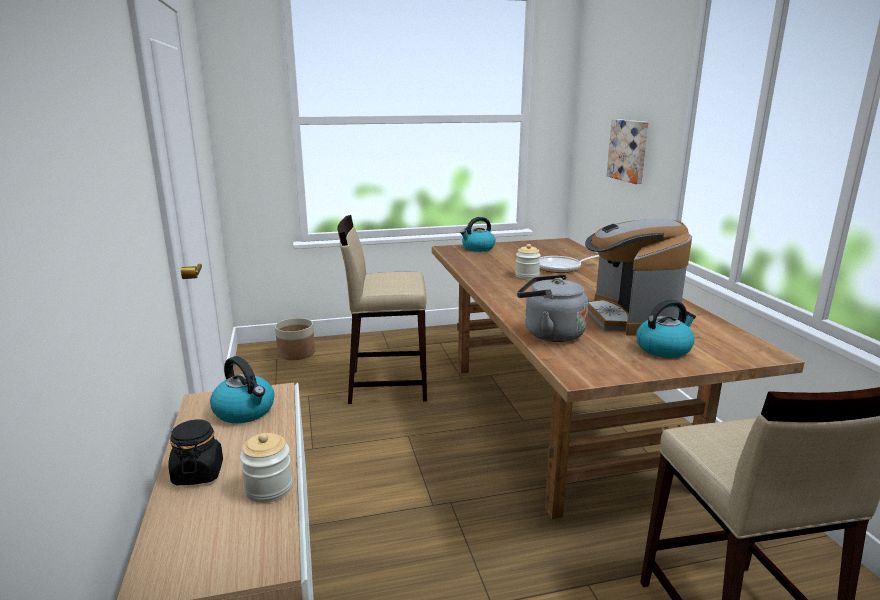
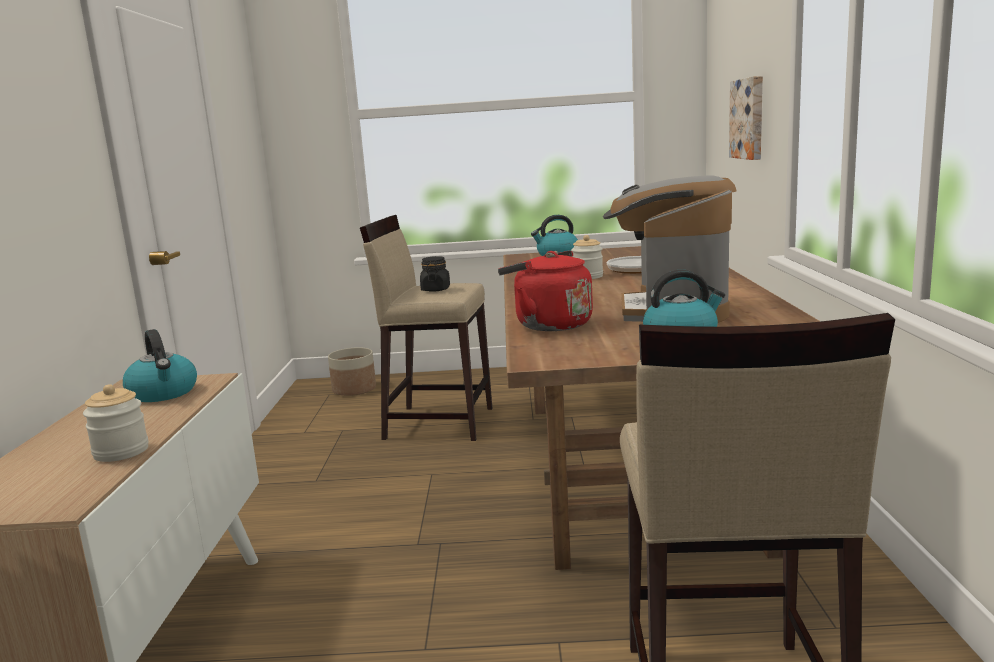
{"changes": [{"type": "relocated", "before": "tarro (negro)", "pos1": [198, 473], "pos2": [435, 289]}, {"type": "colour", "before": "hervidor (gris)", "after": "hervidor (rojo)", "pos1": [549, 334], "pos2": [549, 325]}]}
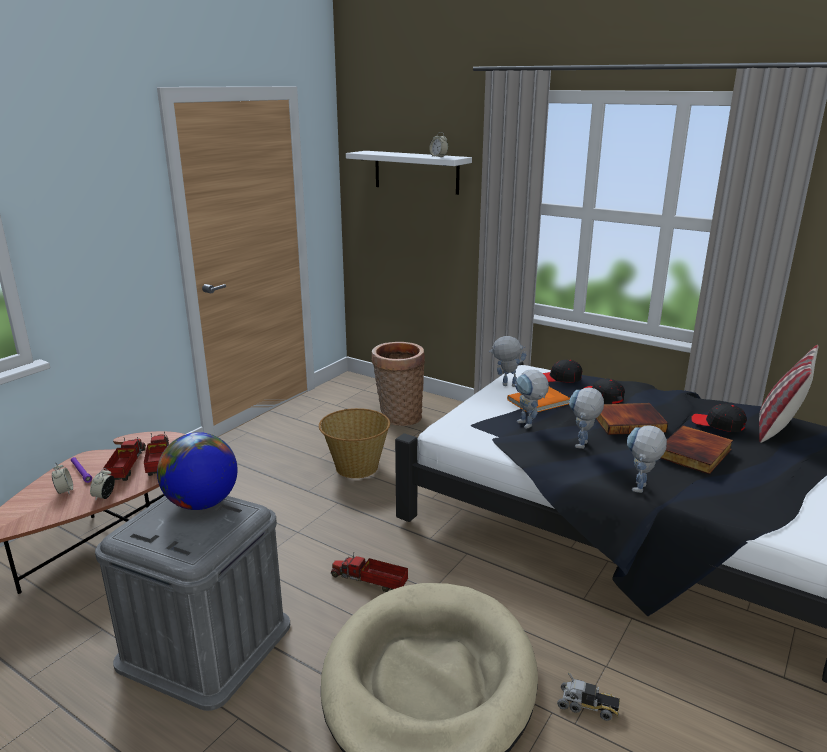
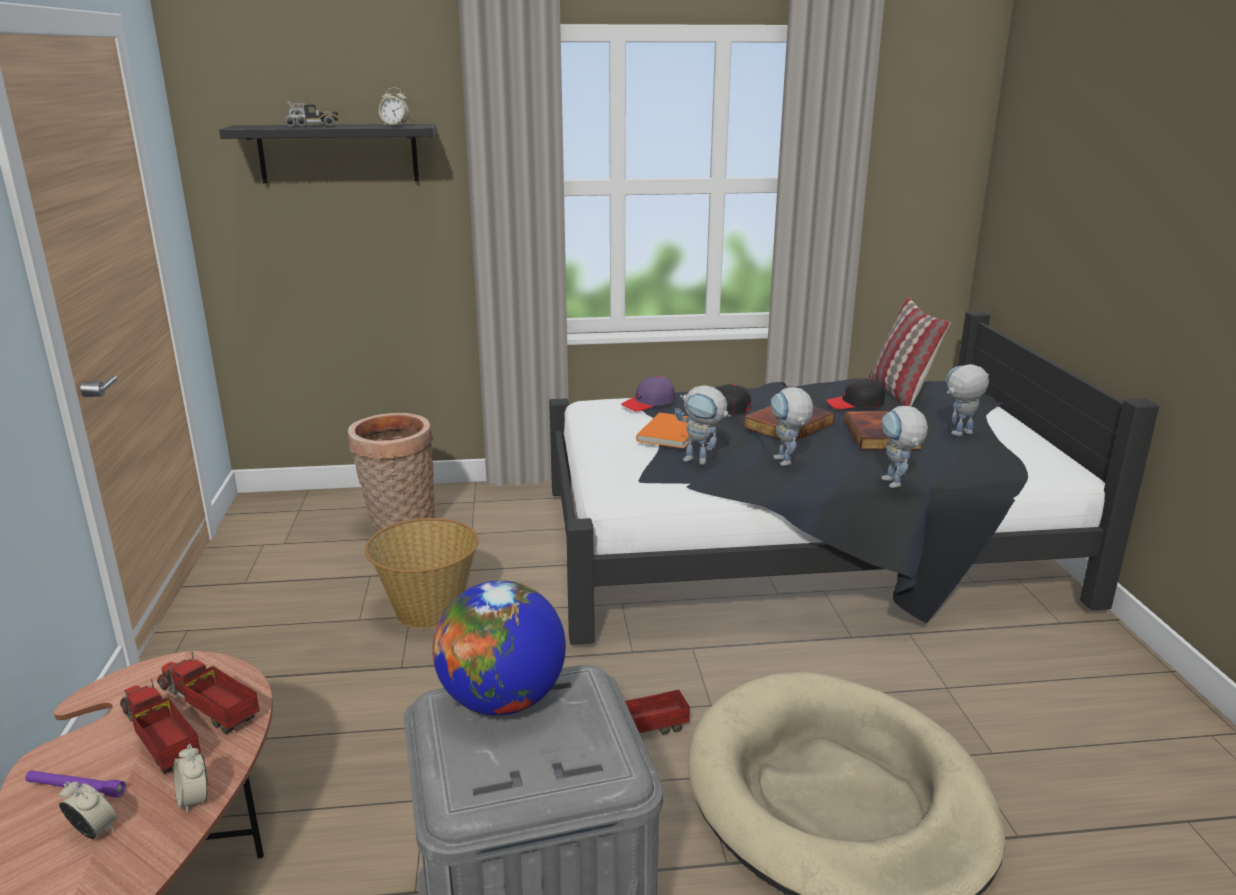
{"changes": [{"type": "colour", "before": "estante (blanco)", "after": "estante (negro)", "pos1": [416, 172], "pos2": [338, 153]}, {"type": "relocated", "before": "robot de juguete", "pos1": [505, 385], "pos2": [959, 435]}, {"type": "colour", "before": "gorra (negro)", "after": "gorra (morado)", "pos1": [559, 378], "pos2": [648, 403]}, {"type": "relocated", "before": "camión de juguete", "pos1": [588, 706], "pos2": [312, 126]}]}
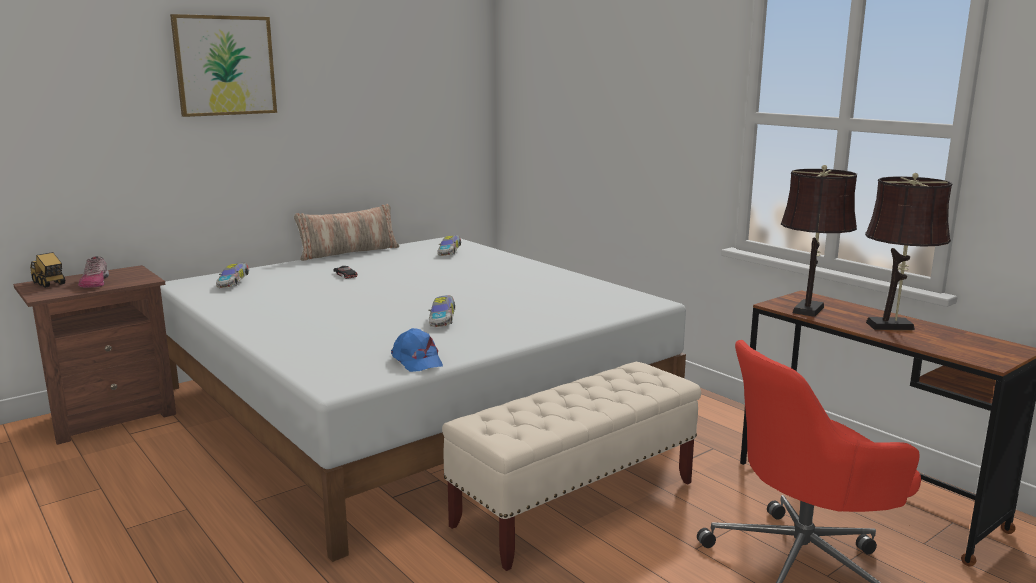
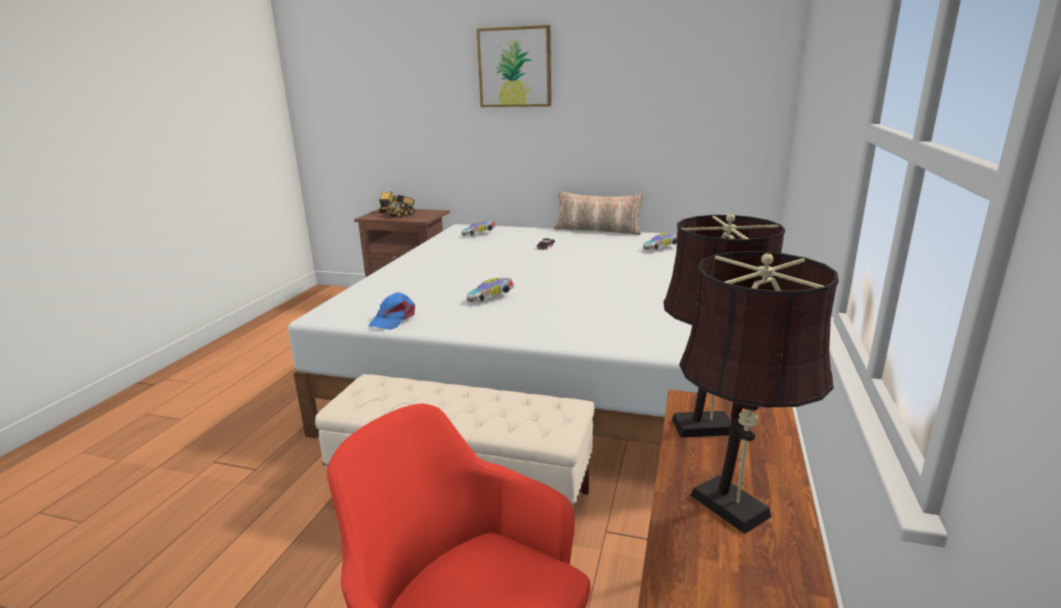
{"changes": [{"type": "exchanged", "before": "zapato", "after": "camión de juguete", "pos1": [95, 282], "pos2": [402, 215]}]}
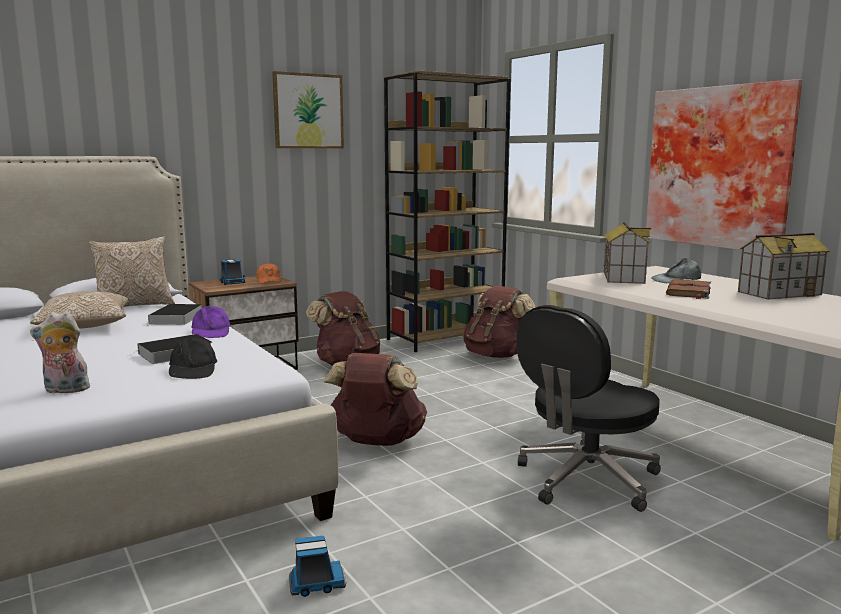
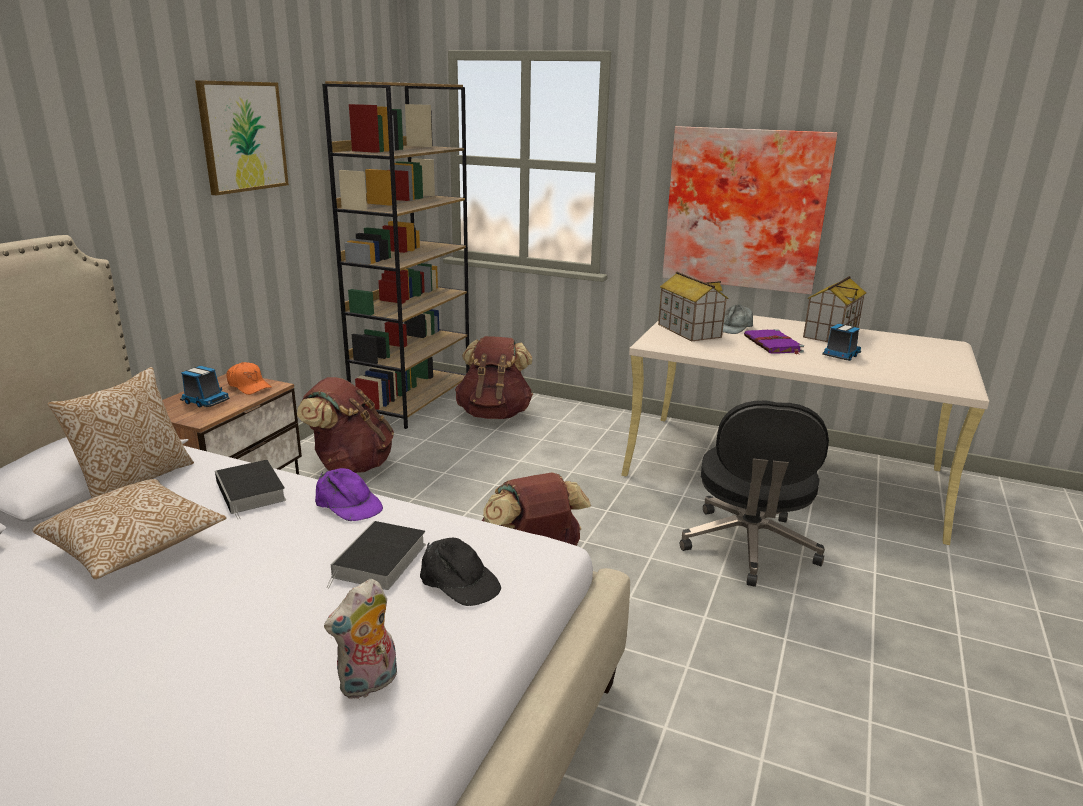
{"changes": [{"type": "relocated", "before": "camión de juguete", "pos1": [316, 584], "pos2": [841, 355]}, {"type": "colour", "before": "libro (marrón)", "after": "libro (morado)", "pos1": [688, 292], "pos2": [773, 344]}]}
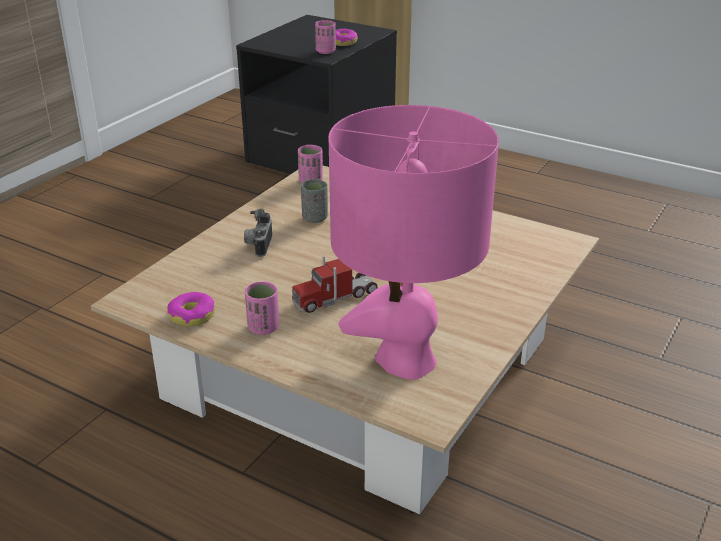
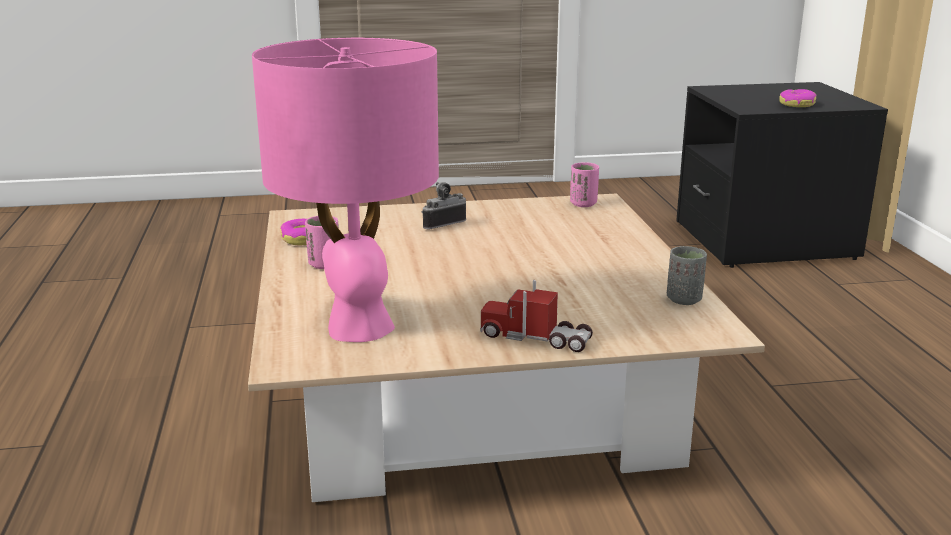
{"changes": [{"type": "relocated", "before": "camión de juguete", "pos1": [335, 297], "pos2": [535, 338]}, {"type": "relocated", "before": "taza (gris)", "pos1": [315, 218], "pos2": [684, 299]}, {"type": "missing", "before": "taza (rosa)", "pos1": [325, 51]}]}
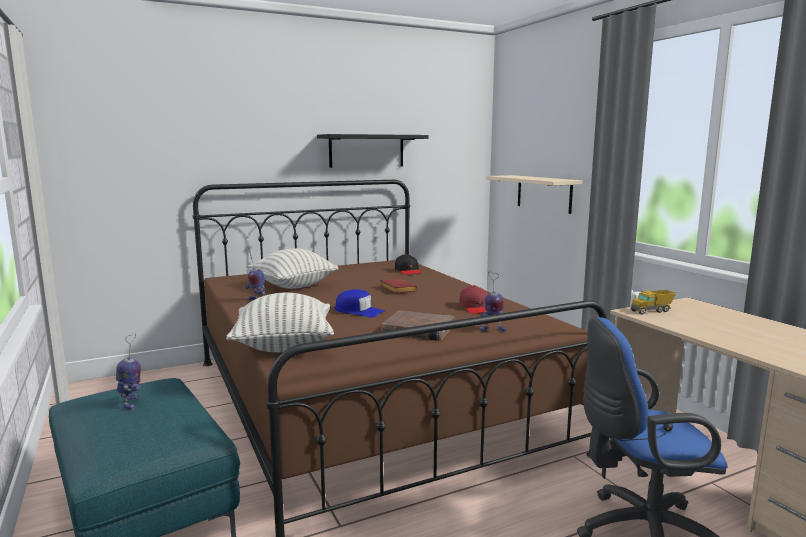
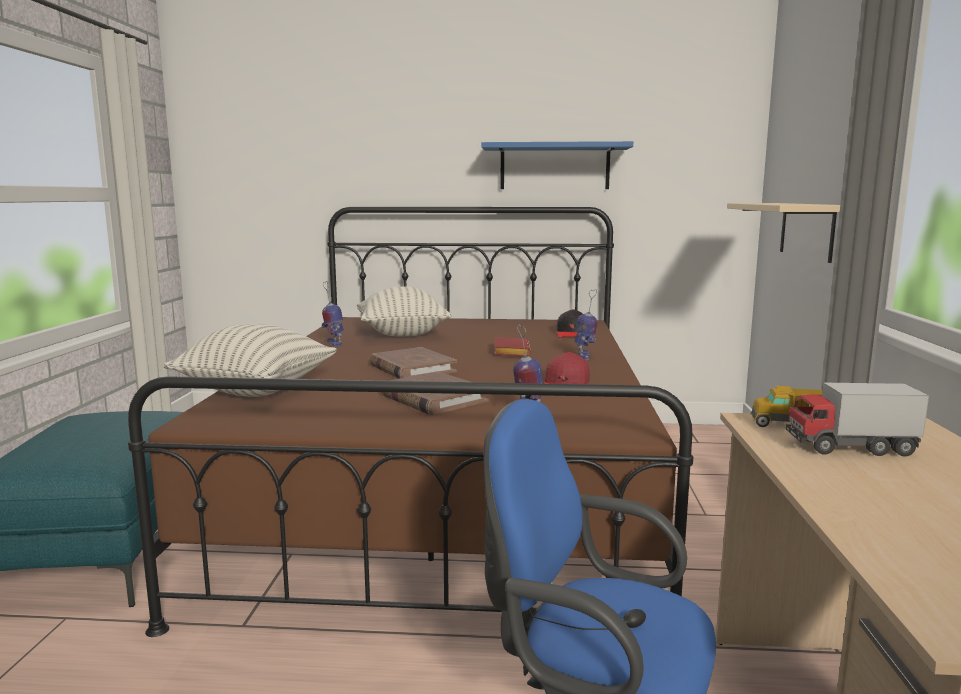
{"changes": [{"type": "relocated", "before": "robot de juguete", "pos1": [131, 403], "pos2": [585, 356]}, {"type": "colour", "before": "estante (negro)", "after": "estante (azul)", "pos1": [366, 151], "pos2": [554, 167]}, {"type": "exchanged", "before": "gorra (azul)", "after": "libro (marrón)", "pos1": [359, 311], "pos2": [412, 368]}, {"type": "appeared", "after": "camión de juguete", "pos2": [850, 447]}]}
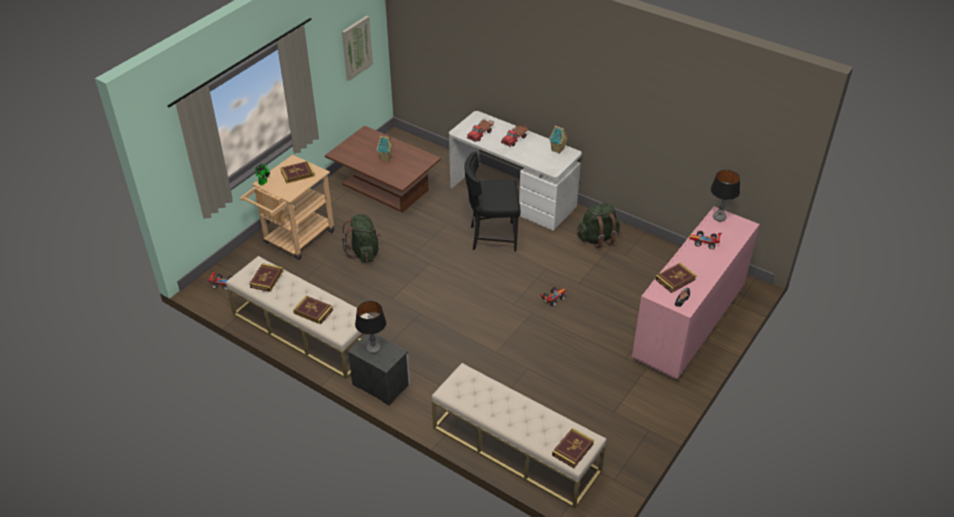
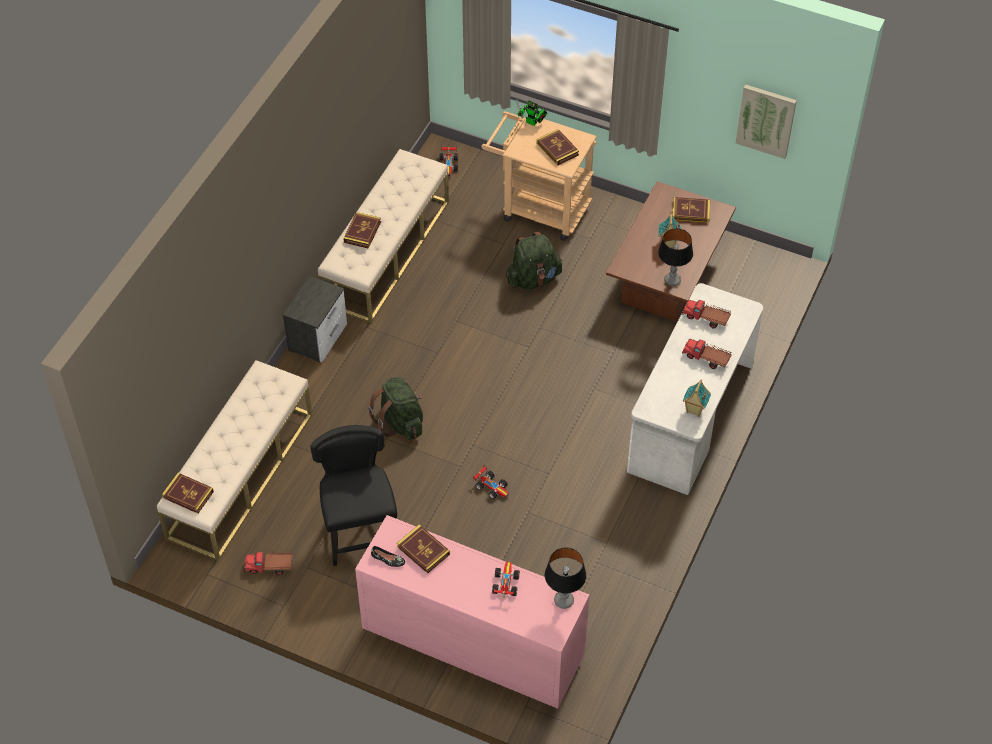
{"changes": [{"type": "relocated", "before": "libro", "pos1": [266, 279], "pos2": [691, 212]}, {"type": "relocated", "before": "lámpara de mesa", "pos1": [373, 348], "pos2": [672, 280]}, {"type": "relocated", "before": "silla (negro)", "pos1": [492, 237], "pos2": [360, 532]}, {"type": "relocated", "before": "mochila (verde)", "pos1": [598, 238], "pos2": [400, 422]}, {"type": "appeared", "after": "camión de juguete", "pos2": [270, 566]}]}
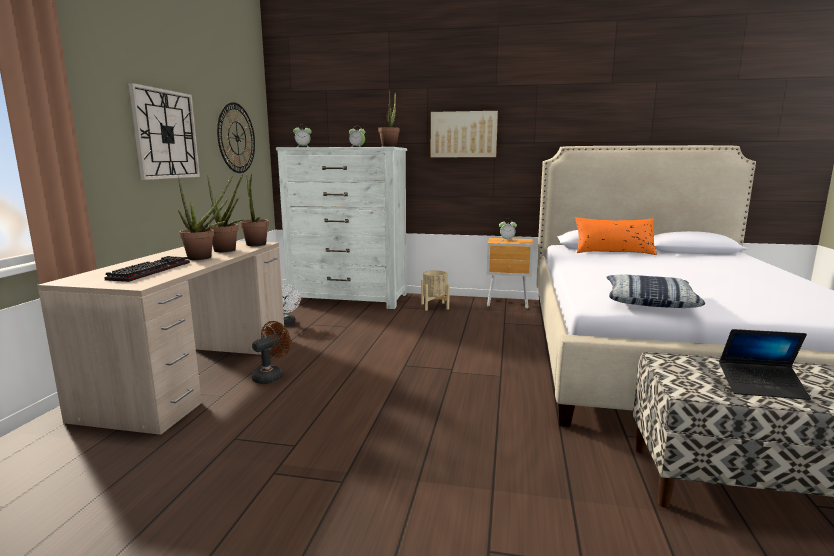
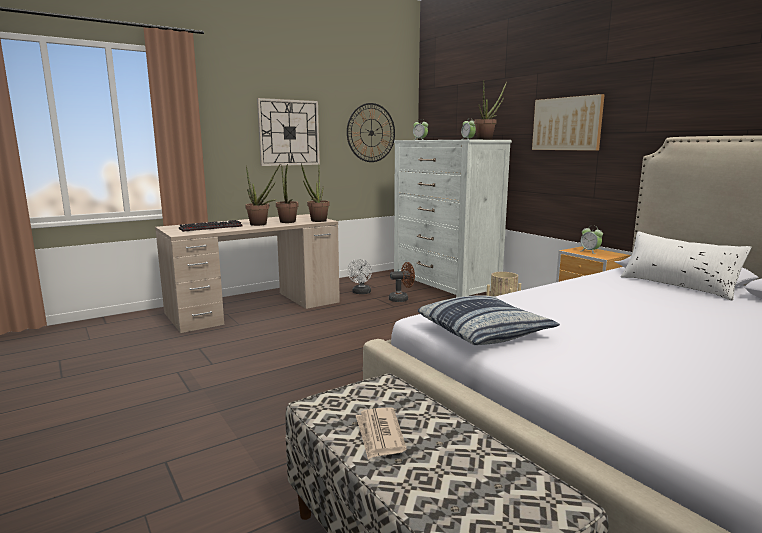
{"changes": [{"type": "relocated", "before": "ventilador (marrón)", "pos1": [271, 376], "pos2": [401, 299]}, {"type": "colour", "before": "cojín (naranja)", "after": "cojín (blanco)", "pos1": [613, 252], "pos2": [677, 285]}, {"type": "exchanged", "before": "portátil", "after": "periódico", "pos1": [761, 387], "pos2": [379, 435]}]}
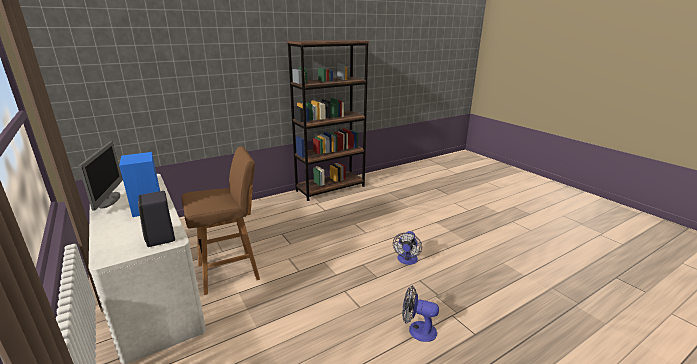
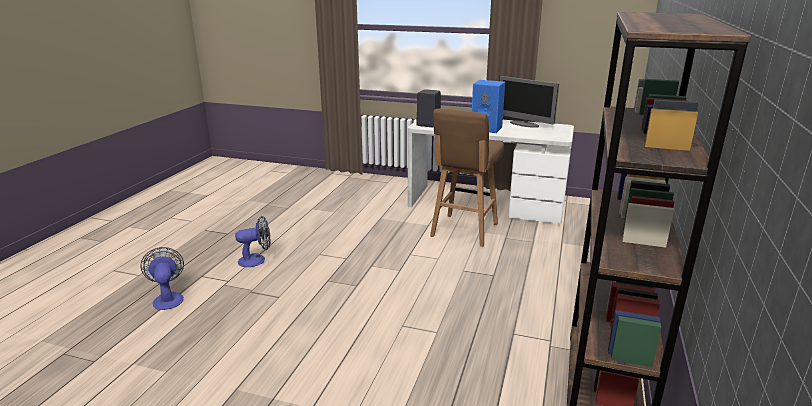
{"changes": [{"type": "relocated", "before": "ventilador", "pos1": [407, 260], "pos2": [168, 298]}]}
